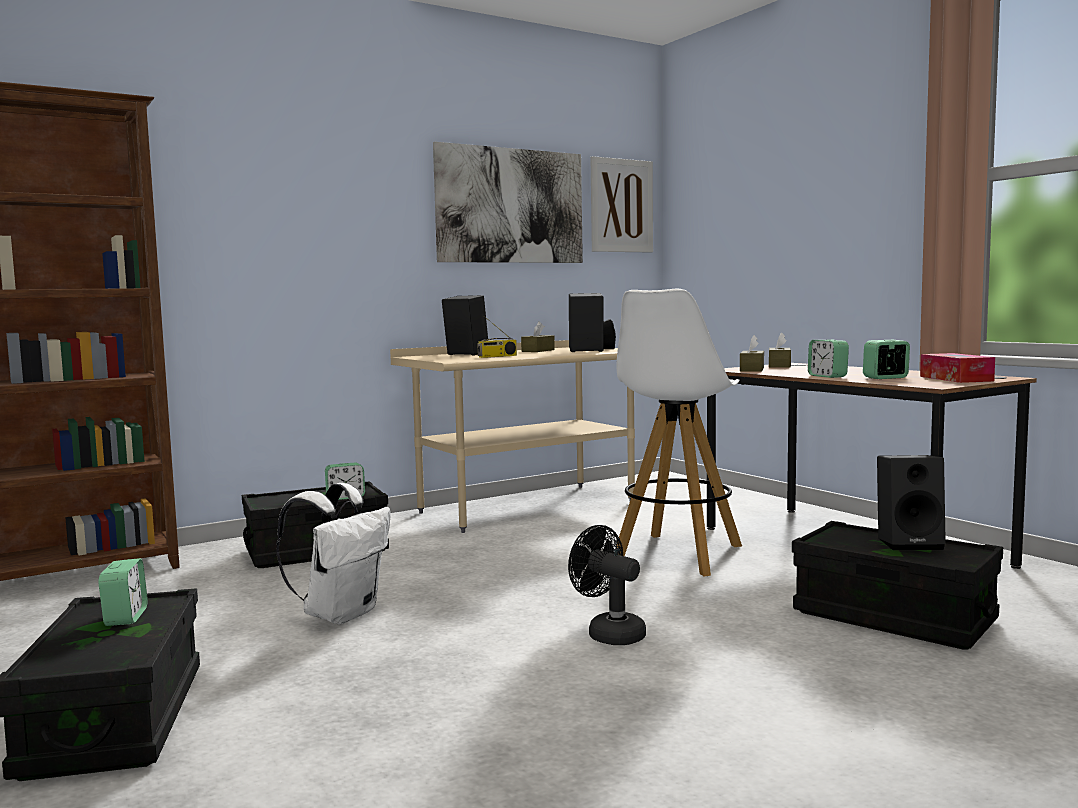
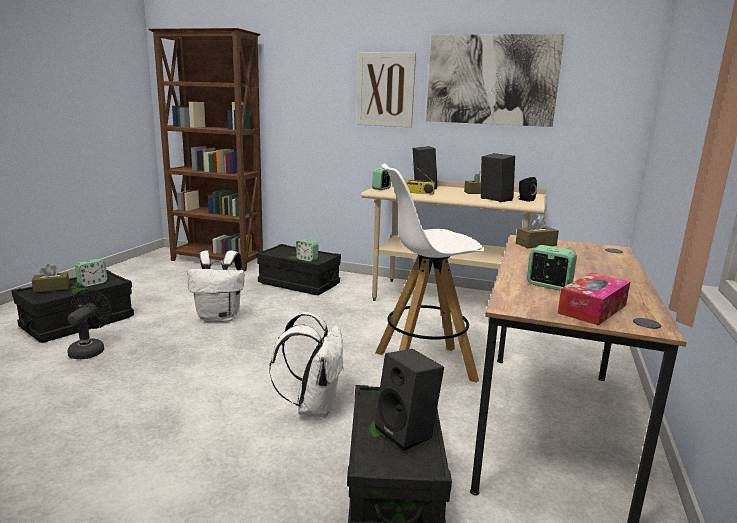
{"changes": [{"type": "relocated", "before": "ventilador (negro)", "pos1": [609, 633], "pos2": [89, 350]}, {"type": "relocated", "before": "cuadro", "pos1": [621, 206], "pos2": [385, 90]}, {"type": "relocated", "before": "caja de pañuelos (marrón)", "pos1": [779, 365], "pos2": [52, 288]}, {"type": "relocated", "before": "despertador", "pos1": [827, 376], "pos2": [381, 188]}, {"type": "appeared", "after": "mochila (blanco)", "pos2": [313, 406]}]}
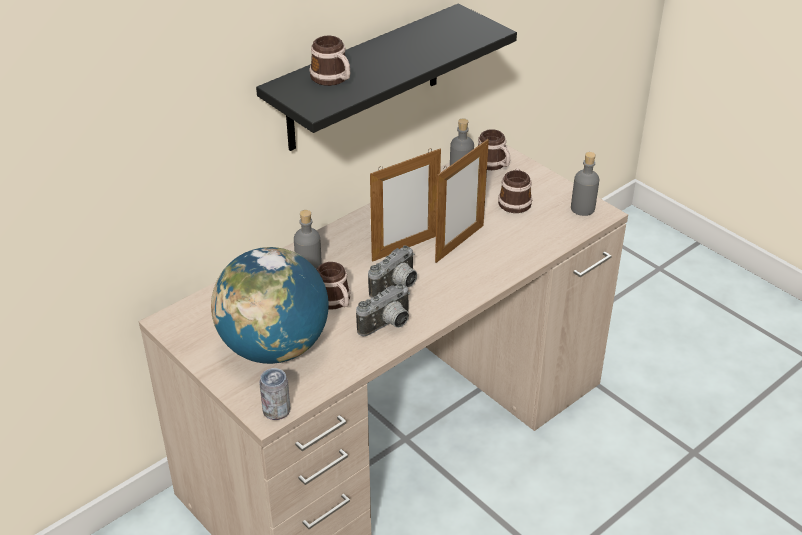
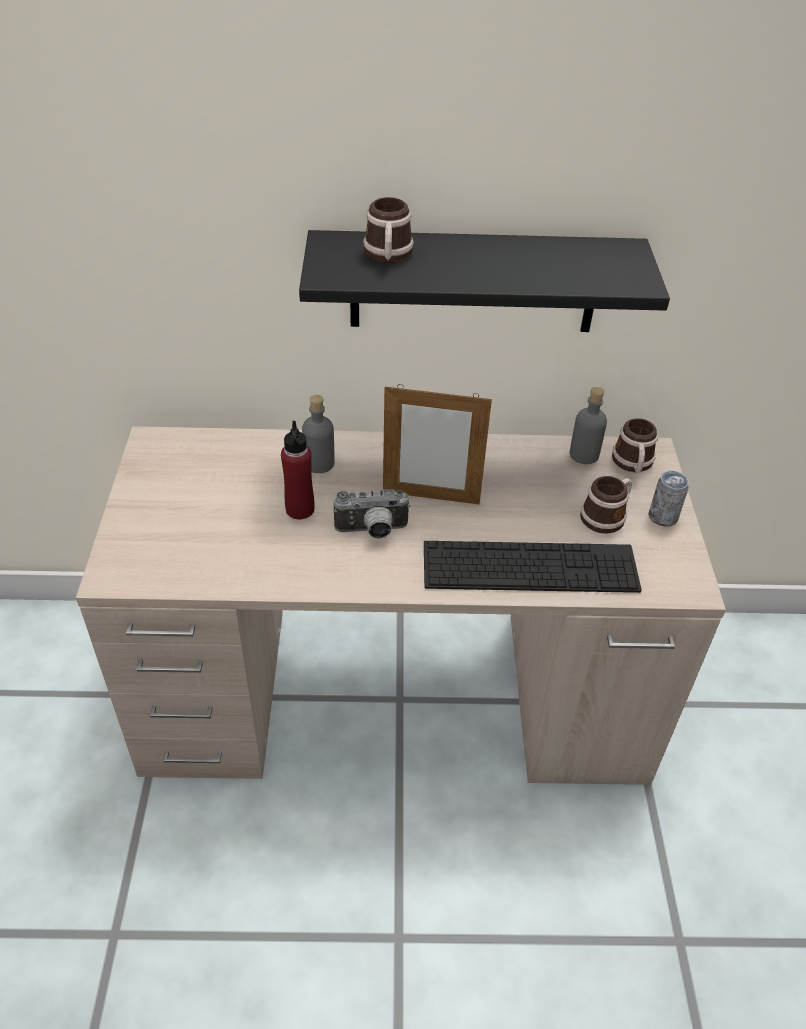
{"changes": [{"type": "missing", "before": "globo terráqueo", "pos1": [274, 347]}, {"type": "relocated", "before": "lata", "pos1": [276, 411], "pos2": [662, 517]}, {"type": "exchanged", "before": "taza grande", "after": "botella (rojo)", "pos1": [335, 301], "pos2": [300, 509]}, {"type": "missing", "before": "cámara", "pos1": [388, 325]}, {"type": "missing", "before": "portarretratos", "pos1": [459, 243]}, {"type": "missing", "before": "botella (gris)", "pos1": [582, 208]}, {"type": "appeared", "after": "teclado", "pos2": [530, 567]}]}
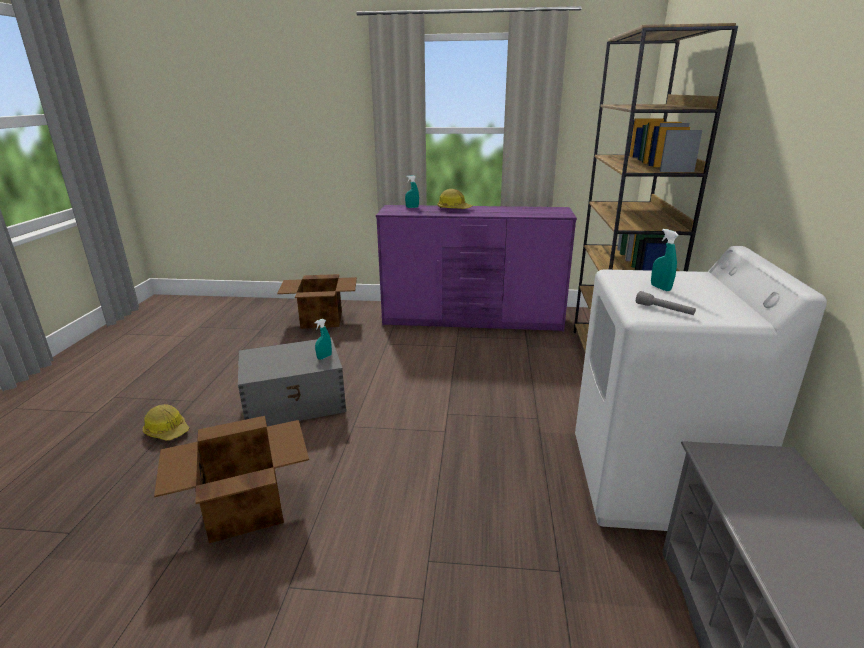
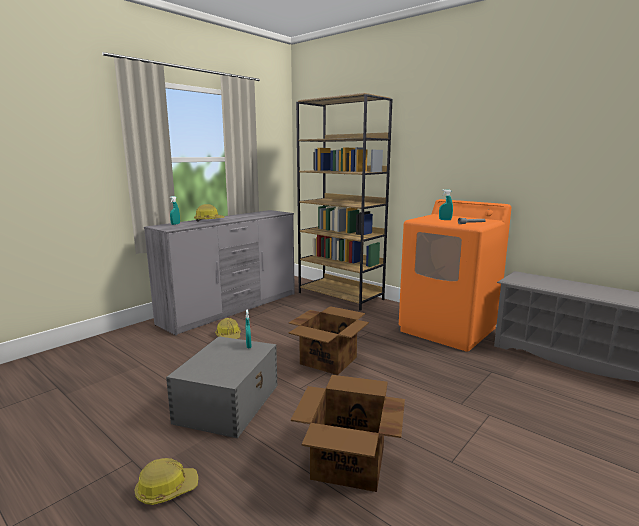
{"changes": [{"type": "relocated", "before": "caja de cartón", "pos1": [322, 319], "pos2": [329, 360]}, {"type": "colour", "before": "cómoda (morado)", "after": "cómoda (gris)", "pos1": [472, 320], "pos2": [232, 308]}, {"type": "colour", "before": "lavadora (blanco)", "after": "lavadora (naranja)", "pos1": [652, 483], "pos2": [448, 329]}, {"type": "appeared", "after": "casco", "pos2": [229, 336]}]}
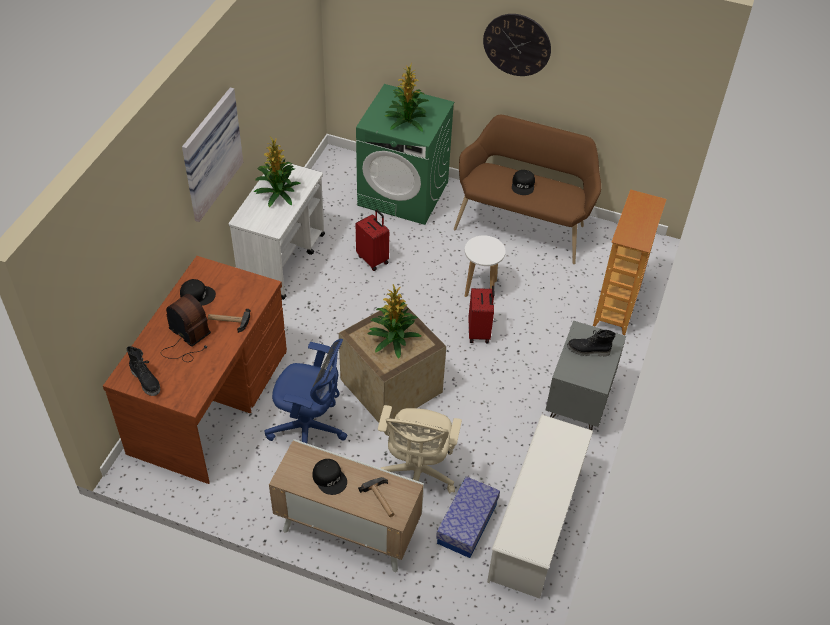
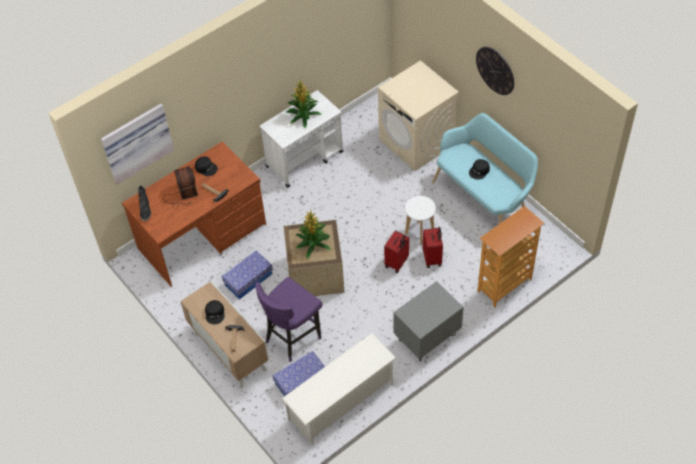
{"changes": [{"type": "relocated", "before": "cuadro", "pos1": [209, 153], "pos2": [136, 142]}, {"type": "exchanged", "before": "silla de oficina (azul)", "after": "caja de almacenaje", "pos1": [309, 429], "pos2": [248, 279]}, {"type": "colour", "before": "lavadora (verde)", "after": "lavadora (beis)", "pos1": [403, 193], "pos2": [416, 142]}, {"type": "relocated", "before": "maleta (rojo)", "pos1": [373, 259], "pos2": [433, 258]}, {"type": "exchanged", "before": "silla de oficina (beis)", "after": "taburete (morado)", "pos1": [418, 475], "pos2": [292, 337]}, {"type": "missing", "before": "planta en maceta", "pos1": [407, 120]}, {"type": "colour", "before": "banco (marrón)", "after": "banco (turquesa)", "pos1": [523, 225], "pos2": [483, 198]}, {"type": "missing", "before": "bota (negro)", "pos1": [588, 351]}]}
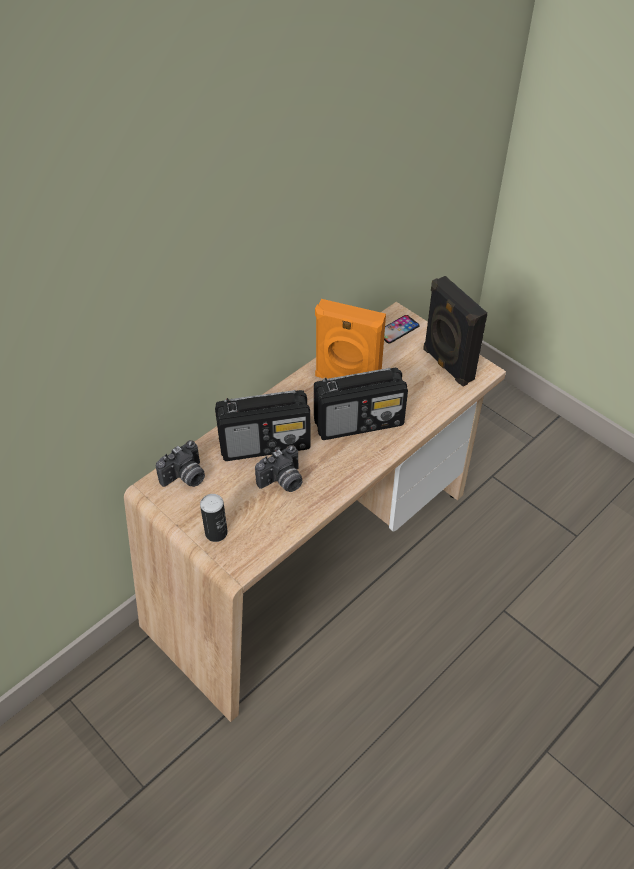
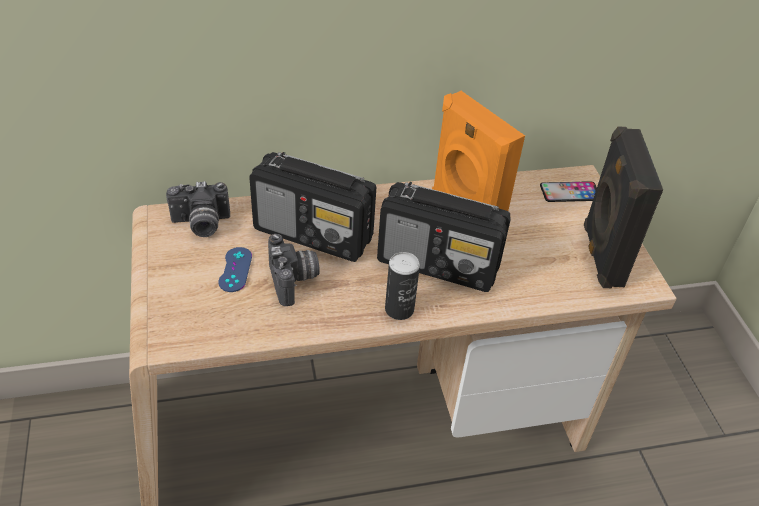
{"changes": [{"type": "relocated", "before": "lata", "pos1": [216, 533], "pos2": [399, 309]}, {"type": "spun", "before": "cámara", "pos1": [282, 482], "pos2": [294, 281], "turn": -105}, {"type": "appeared", "after": "mando de consola (azul)", "pos2": [235, 269]}]}
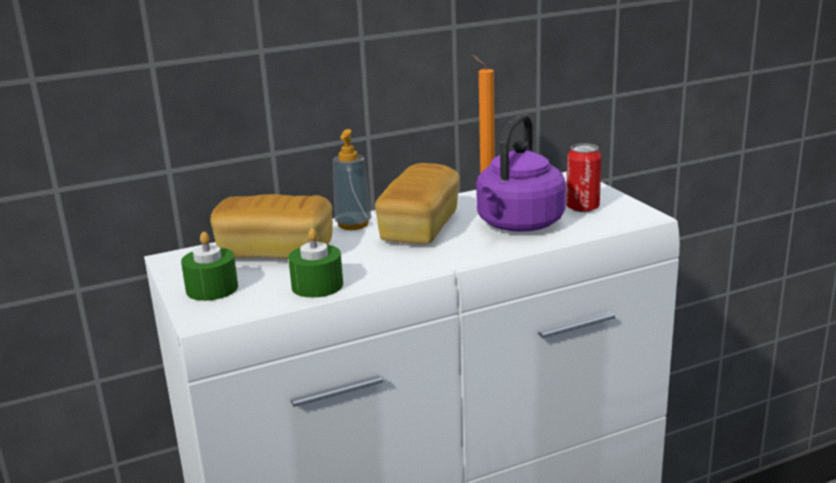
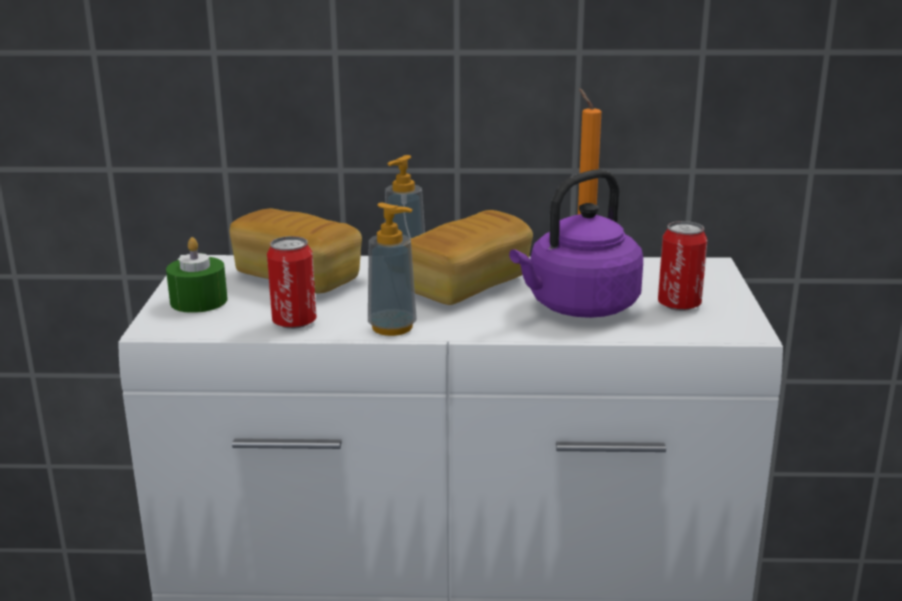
{"changes": [{"type": "exchanged", "before": "vela (verde)", "after": "lata", "pos1": [317, 285], "pos2": [294, 322]}, {"type": "appeared", "after": "dispensador de jabón", "pos2": [392, 327]}]}
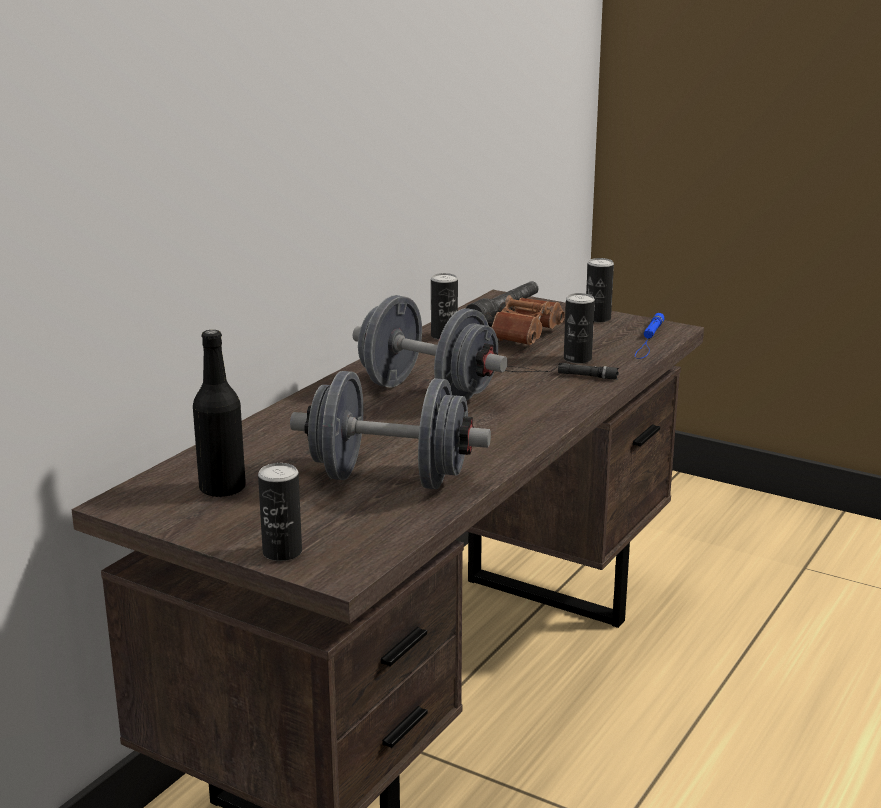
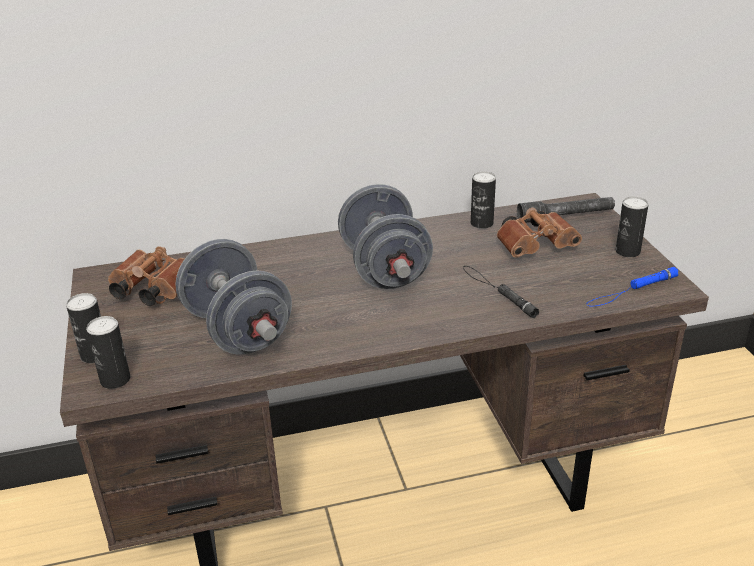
{"changes": [{"type": "exchanged", "before": "botella (negro)", "after": "prismáticos (marrón)", "pos1": [222, 489], "pos2": [150, 291]}, {"type": "relocated", "before": "lata", "pos1": [577, 359], "pos2": [115, 380]}]}
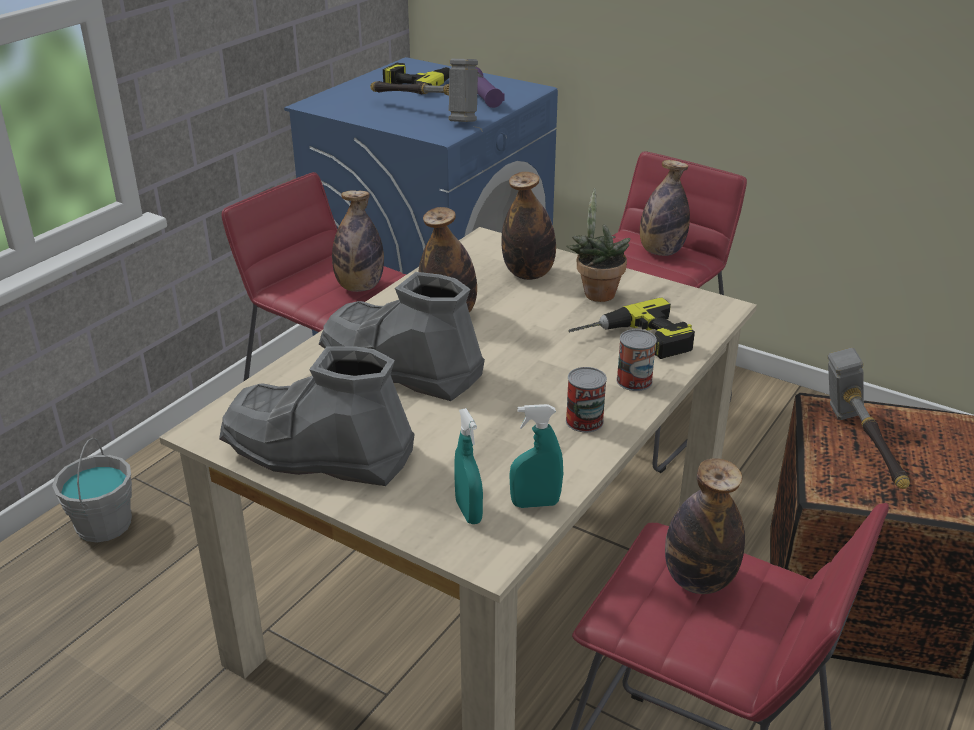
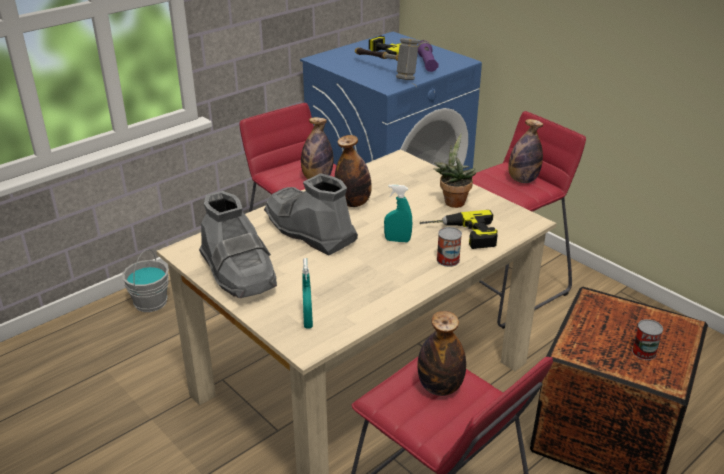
{"changes": [{"type": "spun", "before": "bota (gris)", "pos1": [317, 451], "pos2": [238, 272], "turn": -150}, {"type": "missing", "before": "botella", "pos1": [528, 274]}, {"type": "relocated", "before": "pulverizador (turquesa)", "pos1": [535, 503], "pos2": [397, 240]}, {"type": "relocated", "before": "lata", "pos1": [584, 421], "pos2": [644, 352]}, {"type": "missing", "before": "martillo", "pos1": [861, 448]}]}
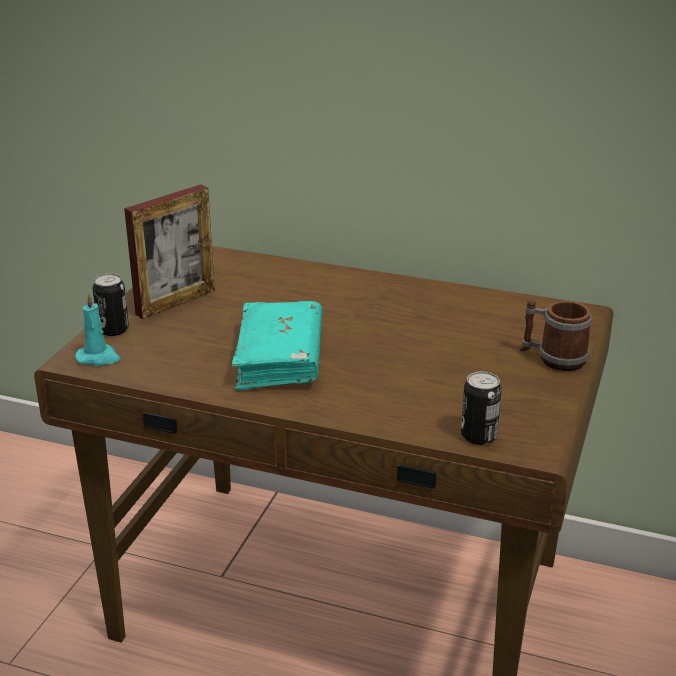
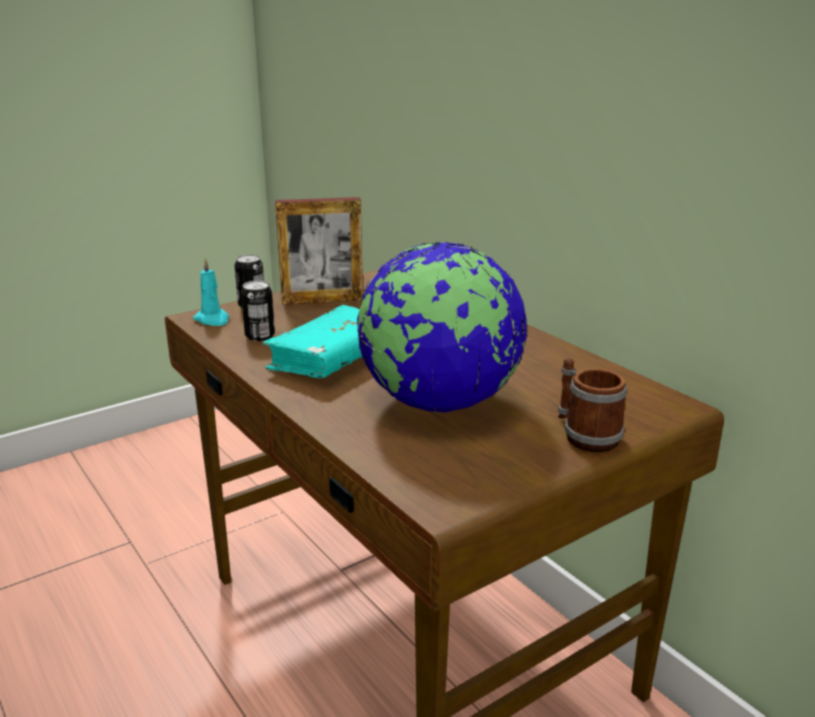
{"changes": [{"type": "relocated", "before": "lata", "pos1": [478, 436], "pos2": [260, 336]}, {"type": "appeared", "after": "globo terráqueo", "pos2": [439, 403]}]}
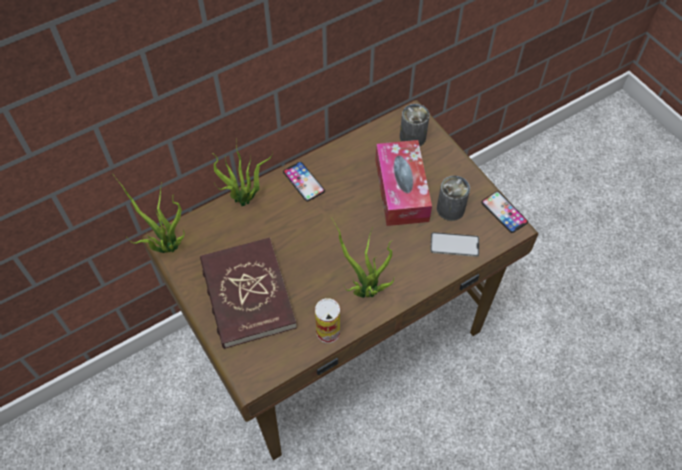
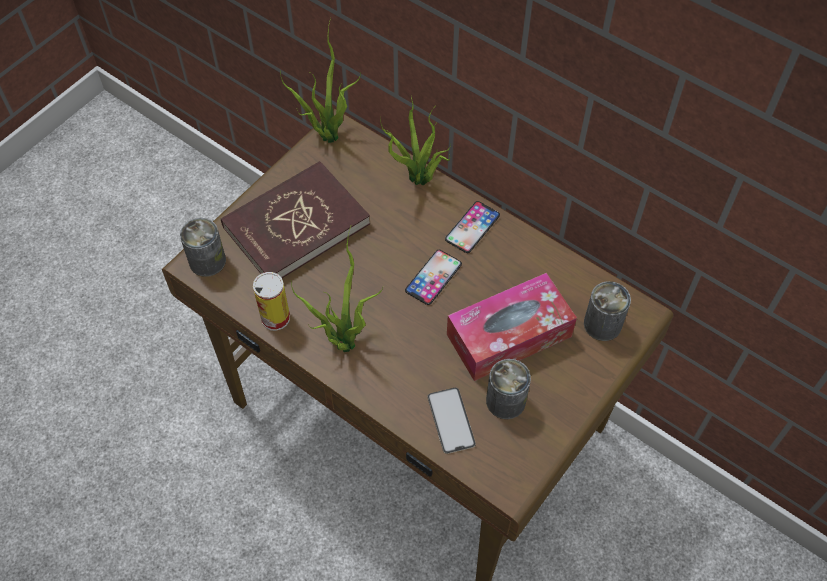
{"changes": [{"type": "relocated", "before": "móvil", "pos1": [504, 212], "pos2": [433, 277]}, {"type": "appeared", "after": "lata", "pos2": [207, 261]}]}
